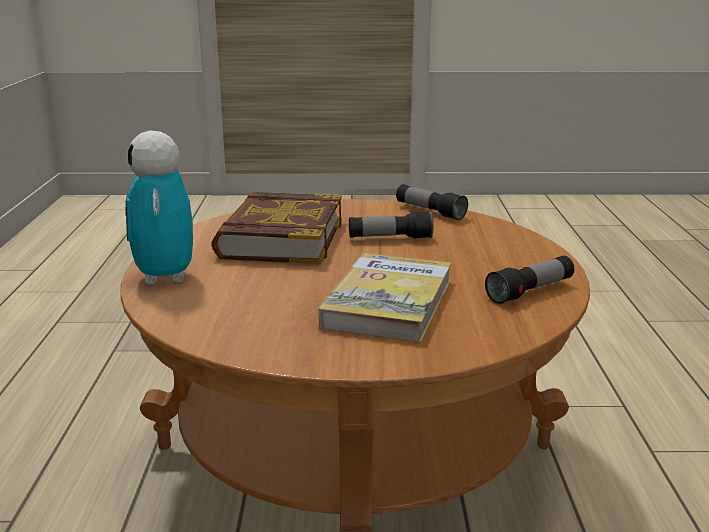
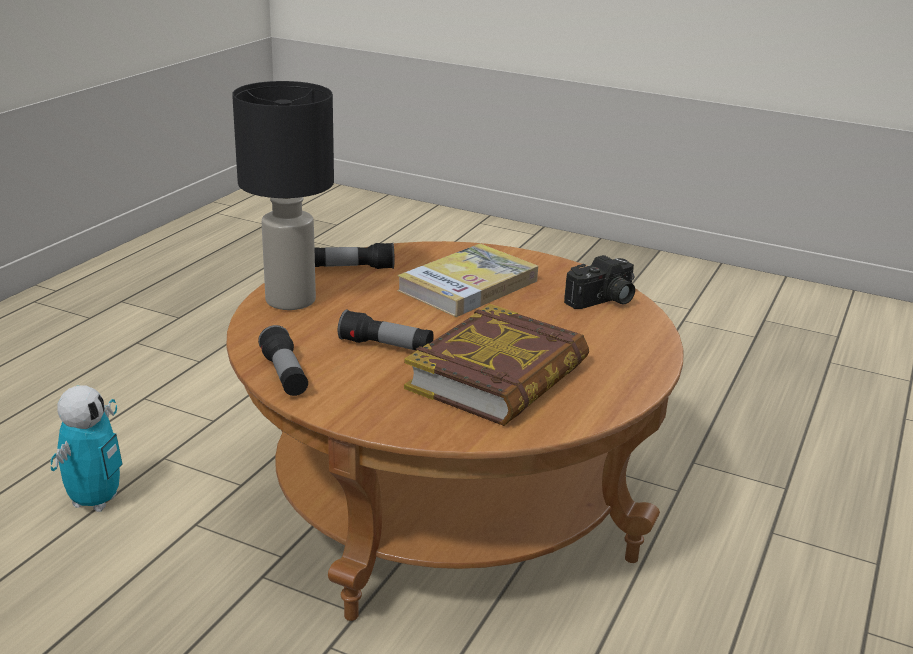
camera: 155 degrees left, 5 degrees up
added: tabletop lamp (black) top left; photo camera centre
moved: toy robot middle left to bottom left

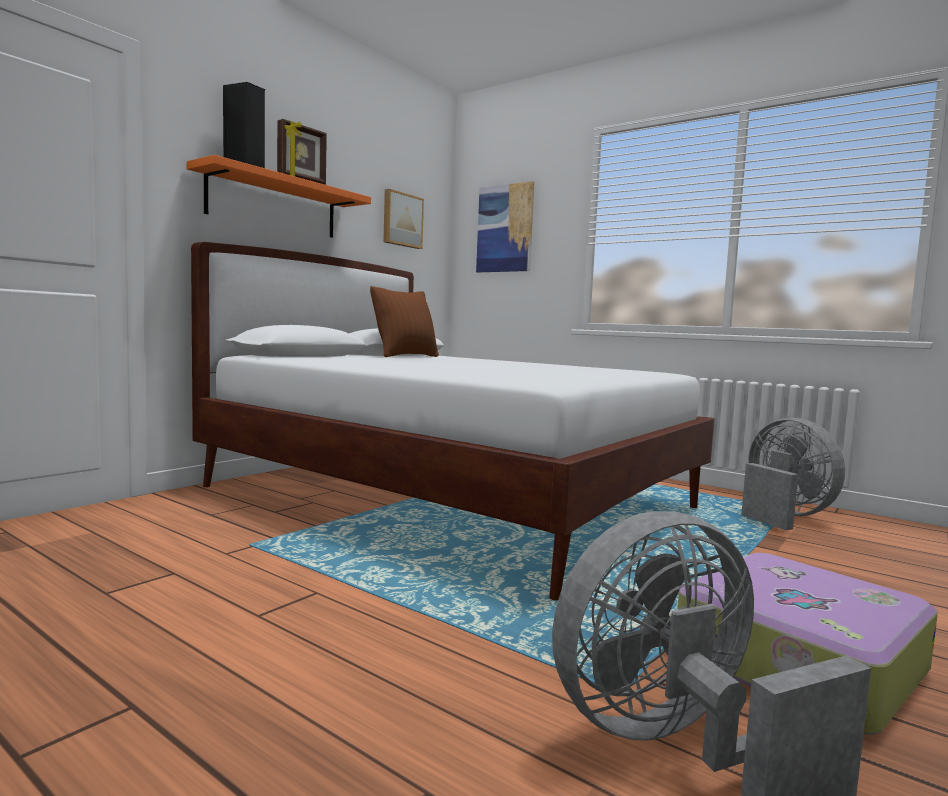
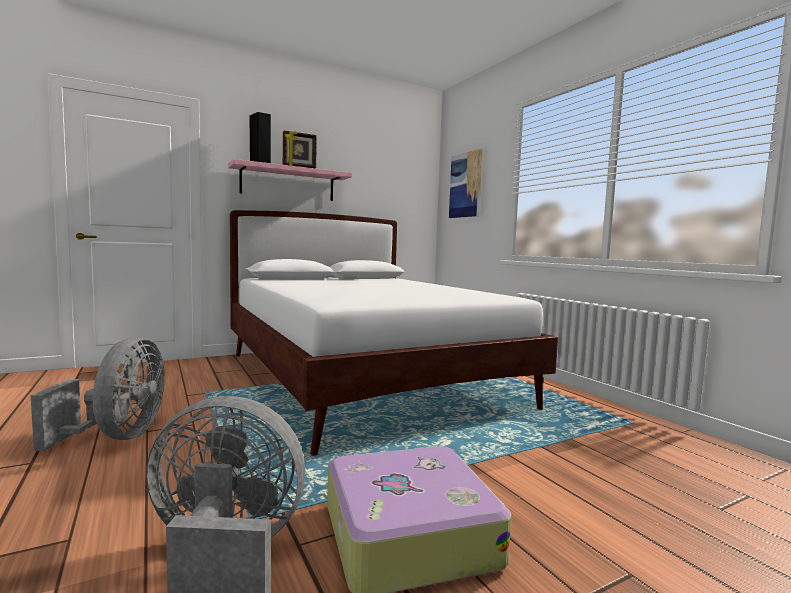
camera: 25 degrees right, 0 degrees up
removed: cushion (brownish) centre; wall art (1st from left) top centre
moved: electric fan (greyish) (2nd from left in the first image) middle right to electric fan (greyish) (1st from left) middle left
recoloured: bracket shelf (orangey) top left to bracket shelf (pink) top centre

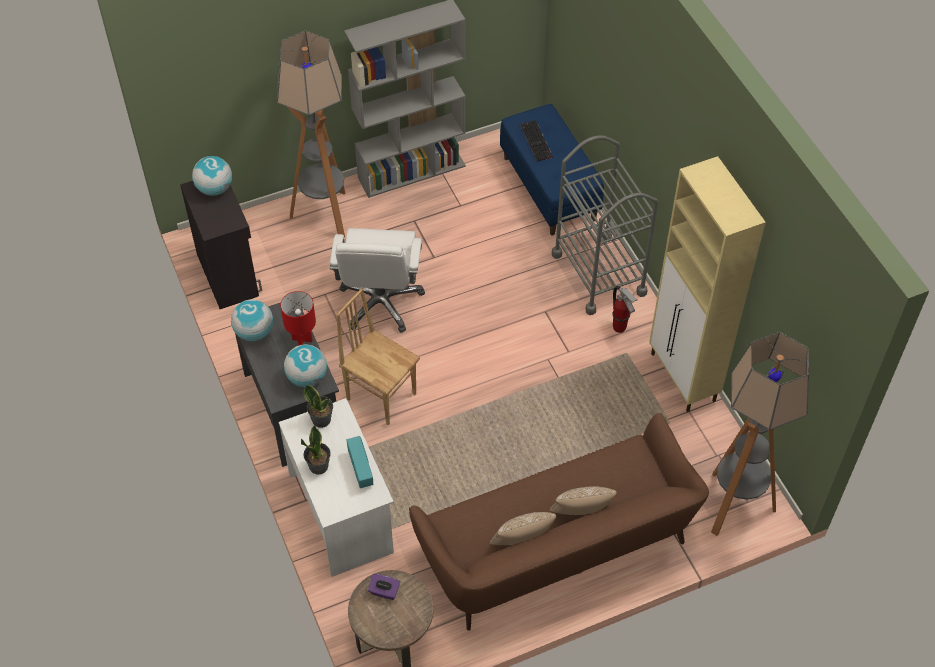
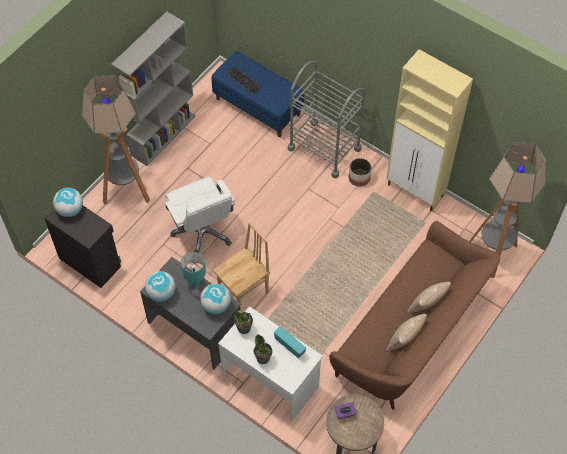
camera: 30 degrees left, 5 degrees up
replaced: fire-fighting cylinder middle right to planter centre
recoloured: tabletop lamp (red-coloured) middle left to tabletop lamp (blue-green) centre
turned: plain chair (brownish) centre = centre 135 degrees clockwise

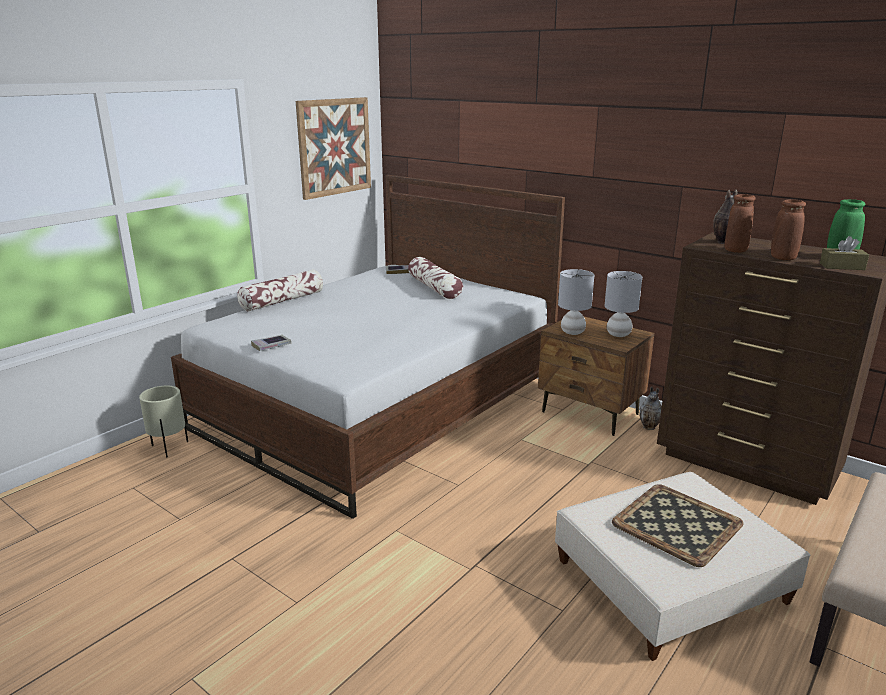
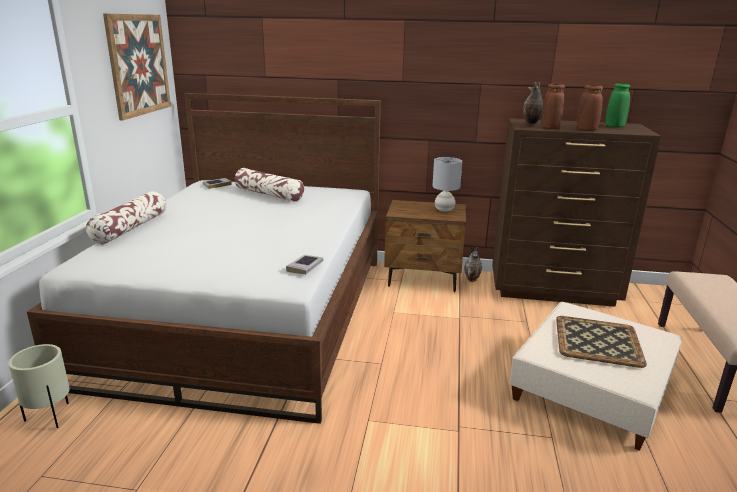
camera: 30 degrees left, 0 degrees up
removed: tabletop lamp (greyish) (1st from left) centre; tissue holder (brownish) middle right
moved: volume (1st from left in the first image) middle left to volume (2nd from left) centre

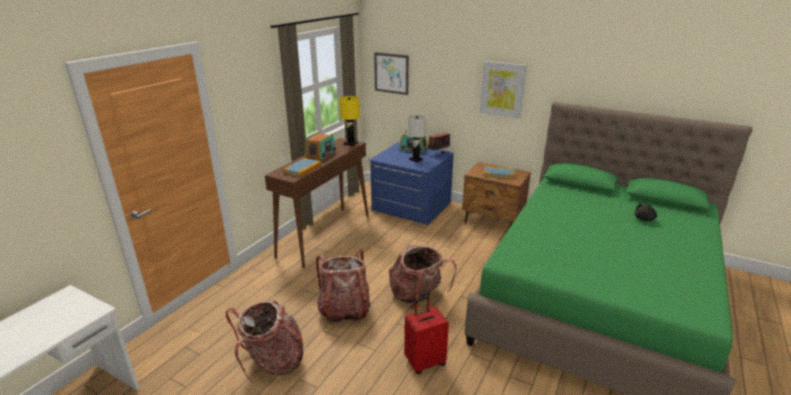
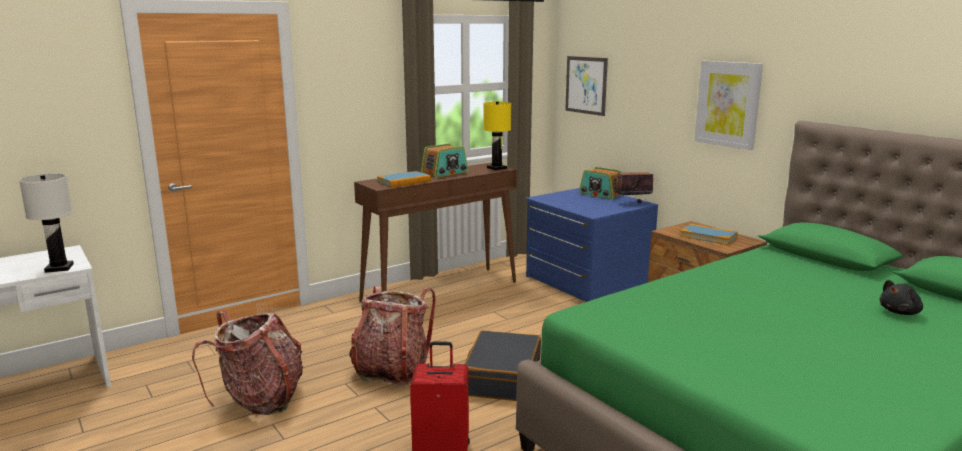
camera: 25 degrees right, 10 degrees down
moved: tabletop lamp (whitish) centre to middle left
replaced: knapsack (3rd from left) bottom centre to travel case (black) bottom centre

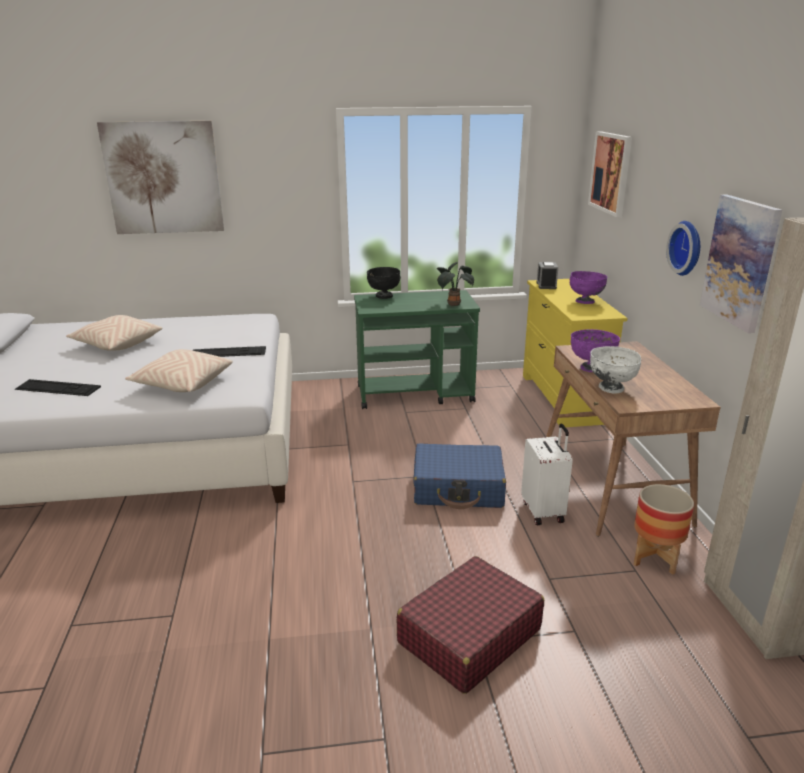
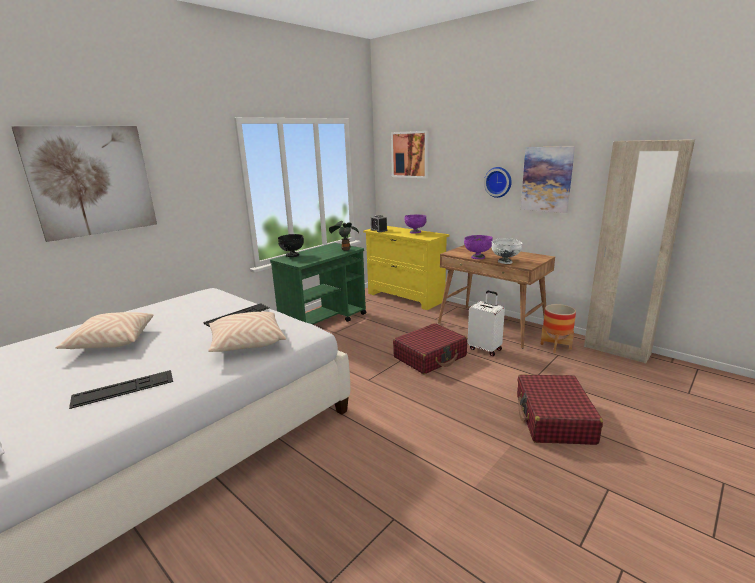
camera: 40 degrees left, 5 degrees down
recoloured: travel case (blue-coloured) centre to travel case (red-coloured) (1st from left) centre

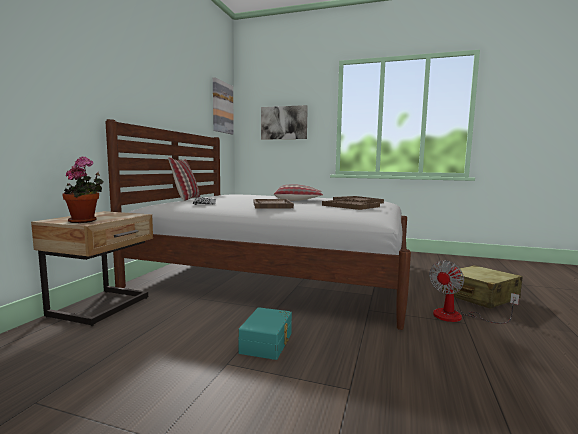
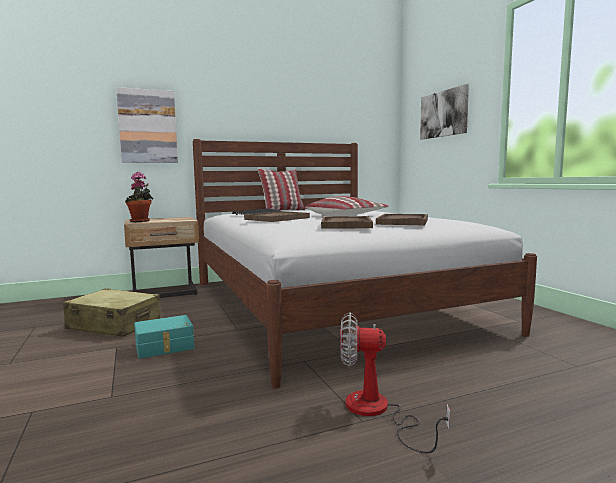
camera: 50 degrees right, 0 degrees up
moved: wall art (1st from left) top centre to top left; travel case (sand-coloured) middle right to middle left

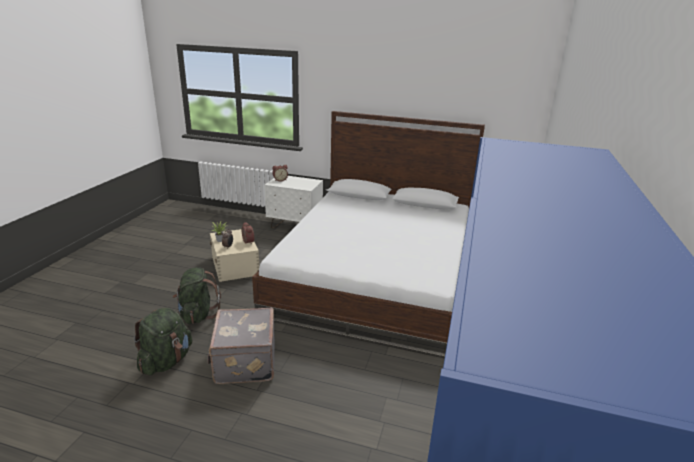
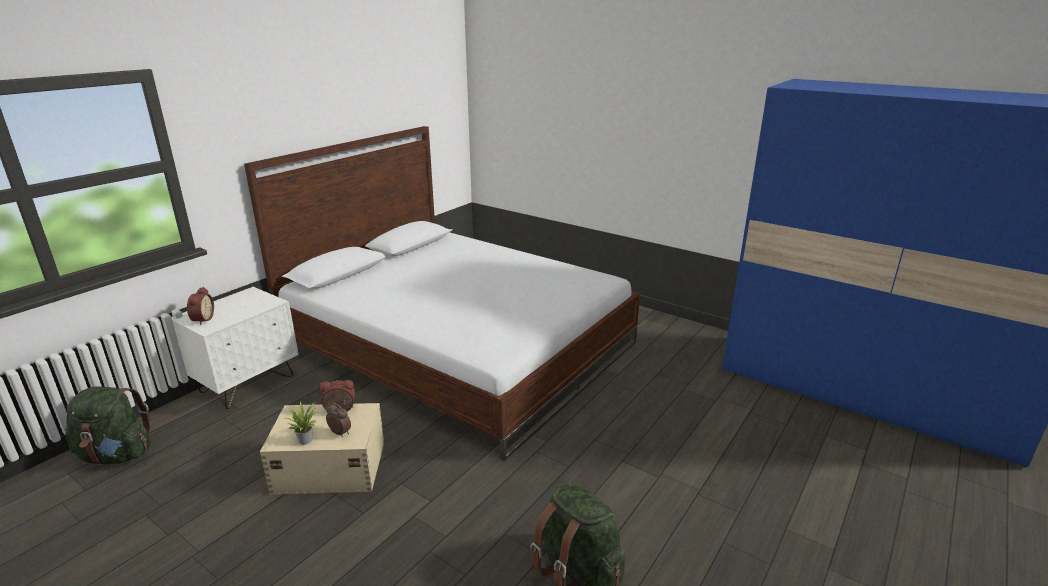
camera: 70 degrees left, 0 degrees up
removed: travel case (greyish) bottom centre
moved: knapsack (green-coloured) (2nd from left in the first image) middle left to knapsack (green-coloured) (1st from left) bottom left

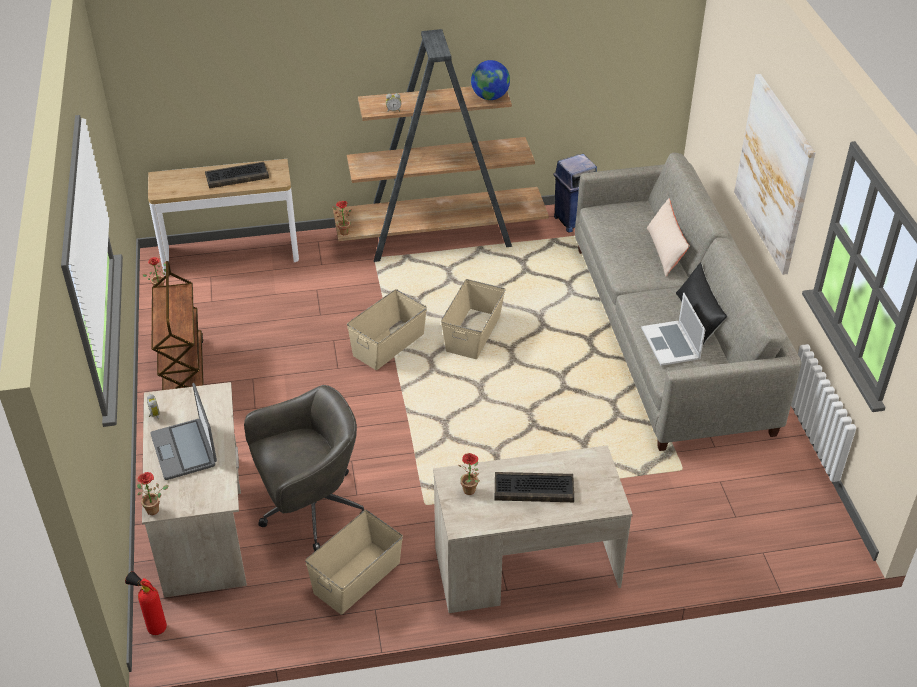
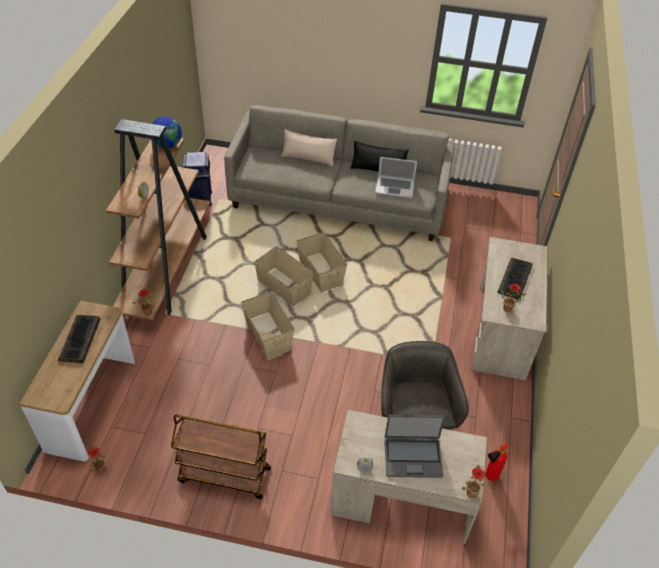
camera: 70 degrees left, 5 degrees up
removed: wall art top right
moved: fire-fighting cylinder bottom left to bottom right; storage bin (sand-coloured) (1st from left in the first image) bottom centre to storage bin (sand-coloured) (3rd from left) centre

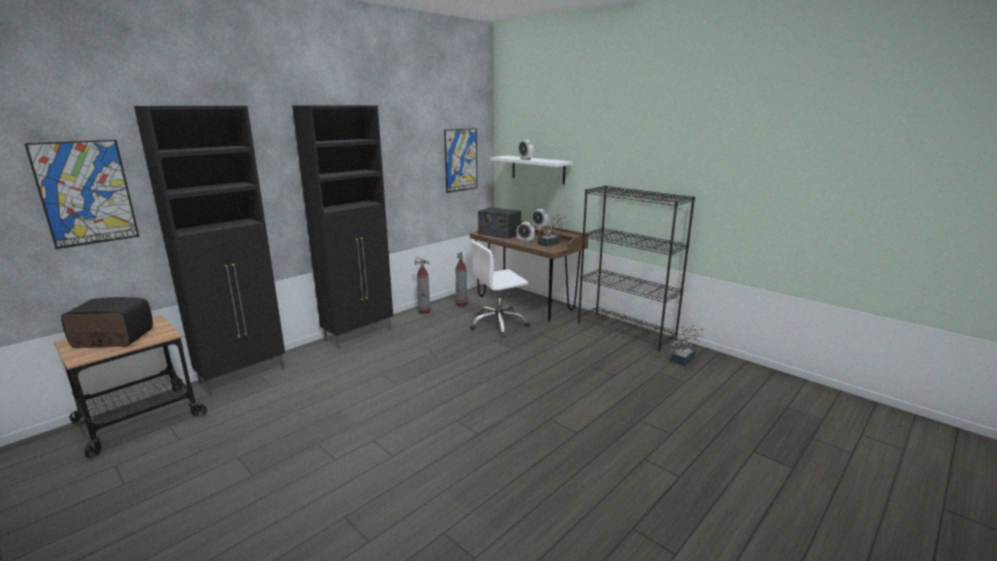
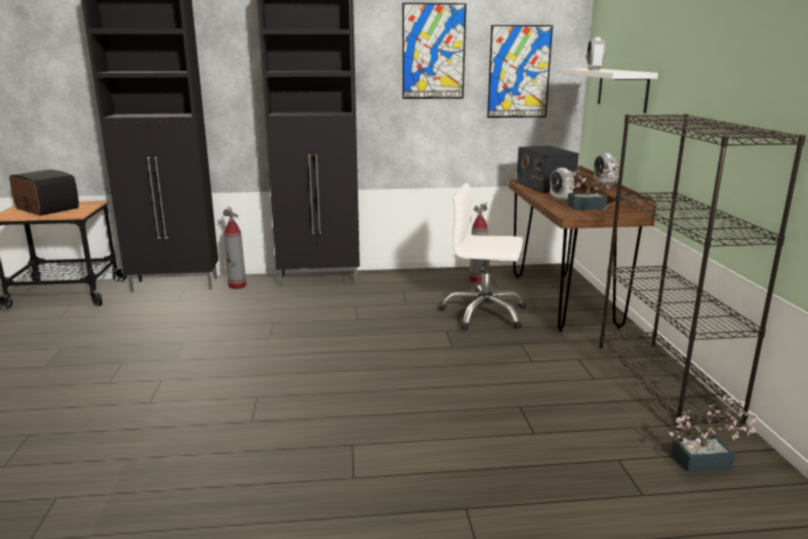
camera: 40 degrees right, 0 degrees up
moved: wall art (1st from left) middle left to top centre; fire-fighting cylinder (1st from left) centre to middle left

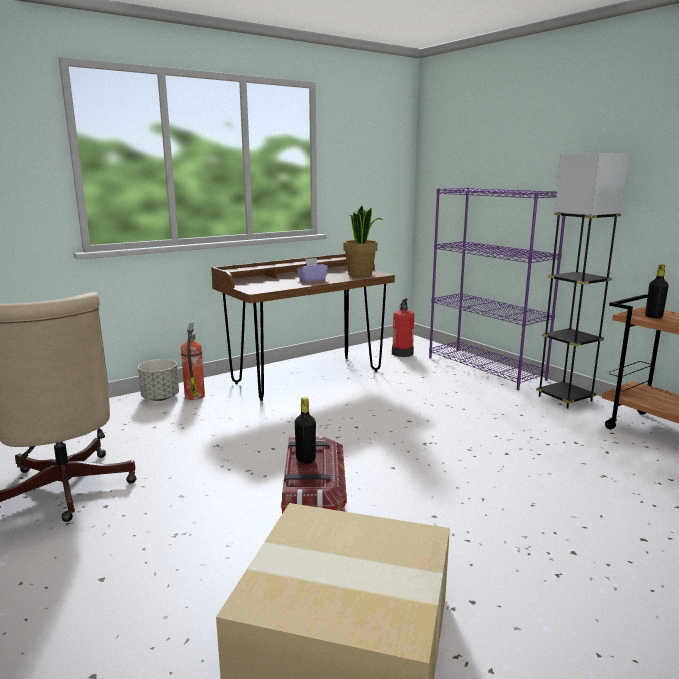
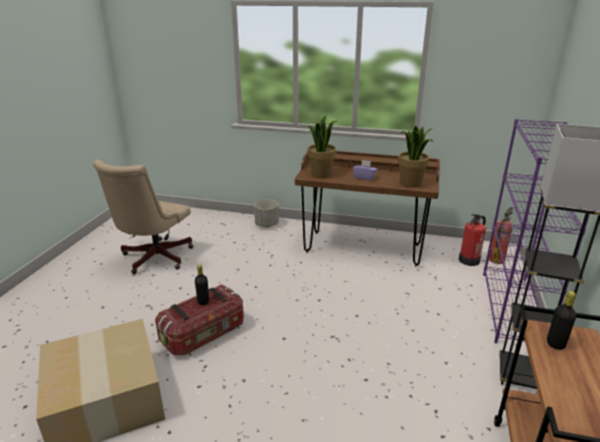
camera: 50 degrees right, 10 degrees up
added: potted plant (1st from left) top centre
moved: fire-fighting cylinder (1st from left in the first image) middle left to fire-fighting cylinder (2nd from left) middle right

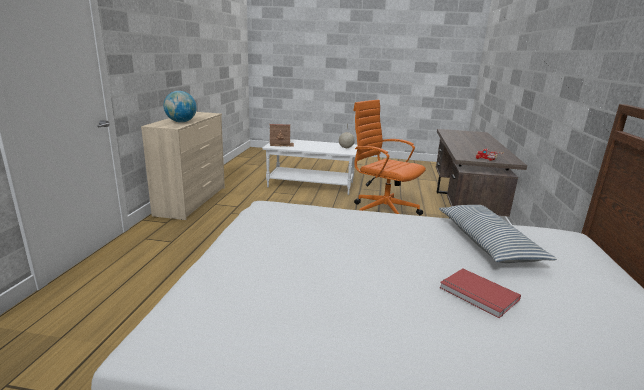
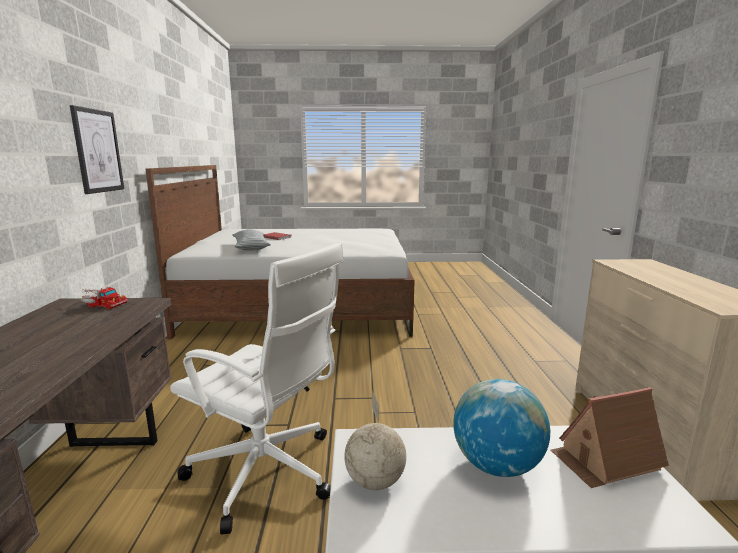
camera: 170 degrees right, 5 degrees down
added: wall art top left
moved: globe (1st from left in the first image) top left to globe (2nd from left) bottom right
recoloured: desk chair (orangey) centre to desk chair (whitish) bottom centre

